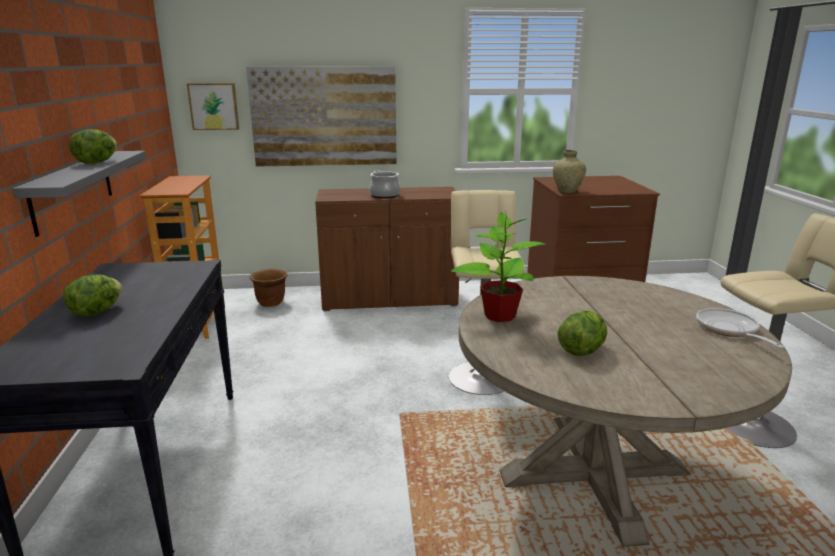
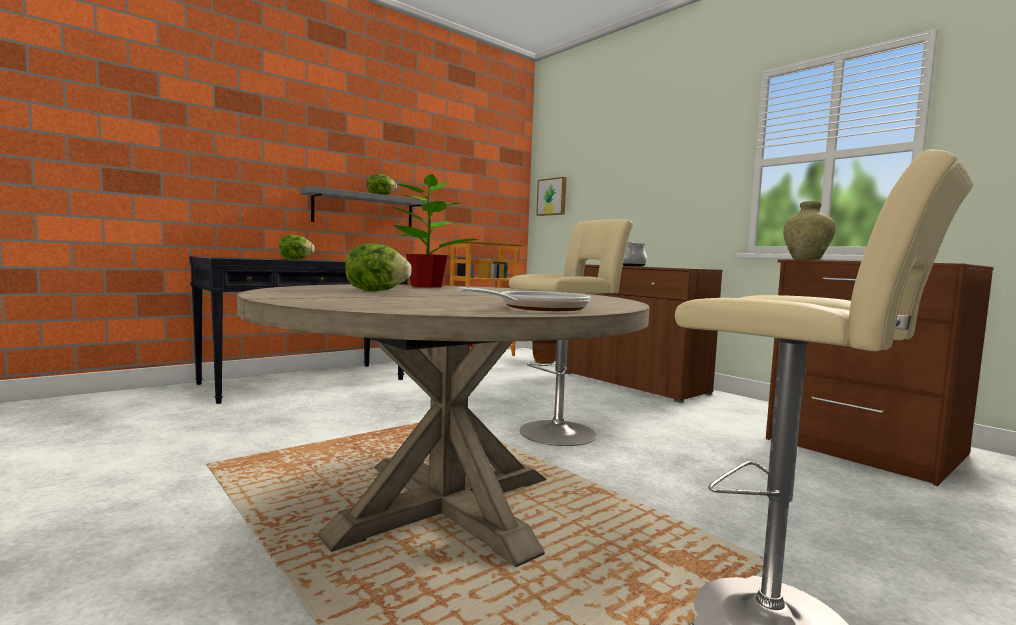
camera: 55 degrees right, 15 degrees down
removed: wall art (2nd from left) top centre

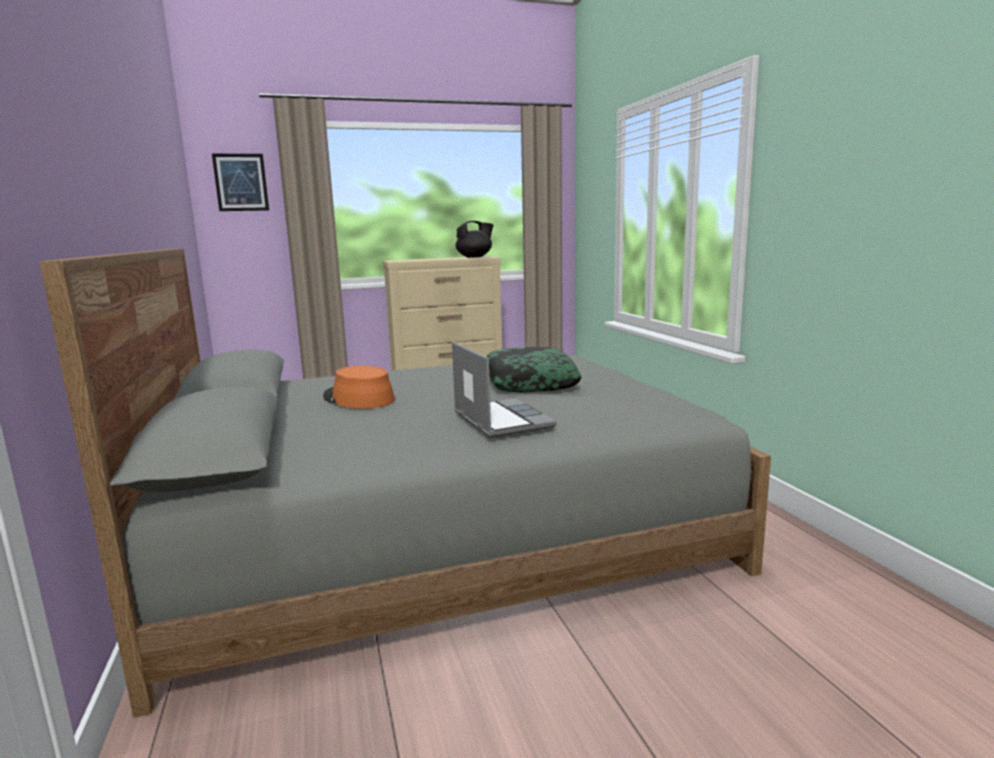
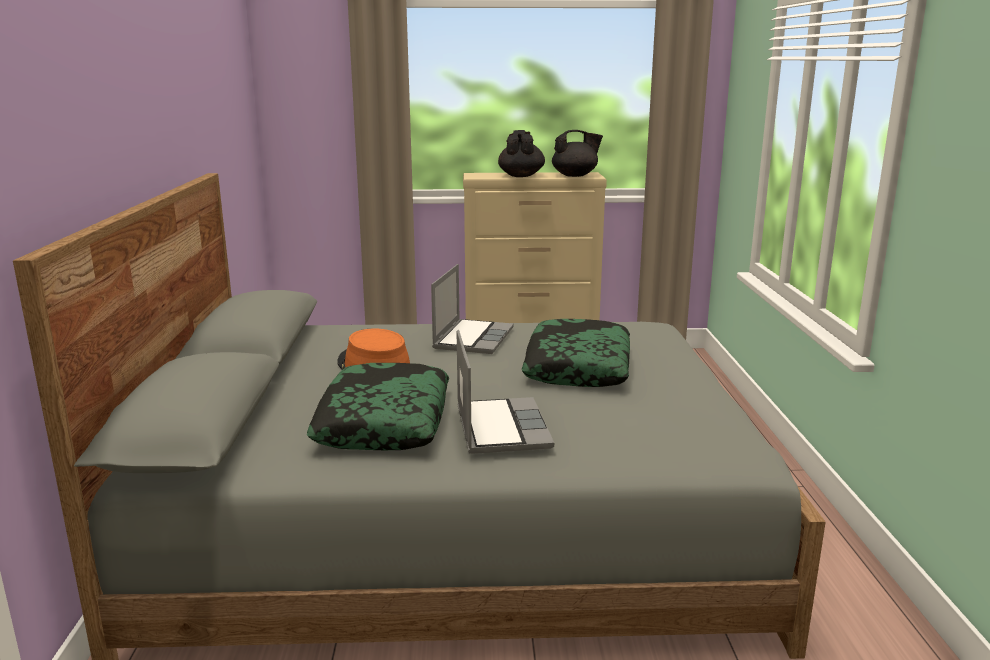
camera: 15 degrees right, 5 degrees up
removed: wall art top left
added: cushion (1st from left) centre; portable computer (1st from left) centre; tea pot (black) (1st from left) top centre

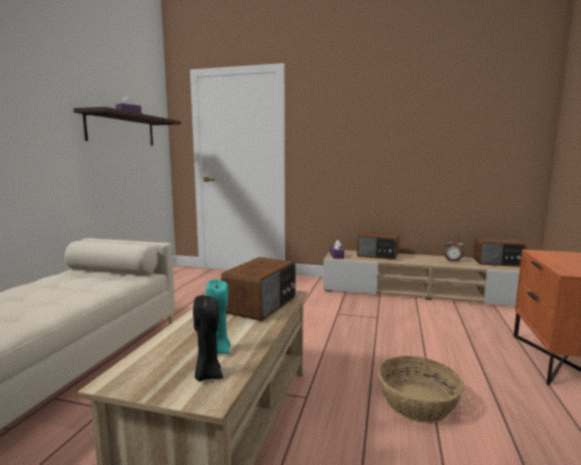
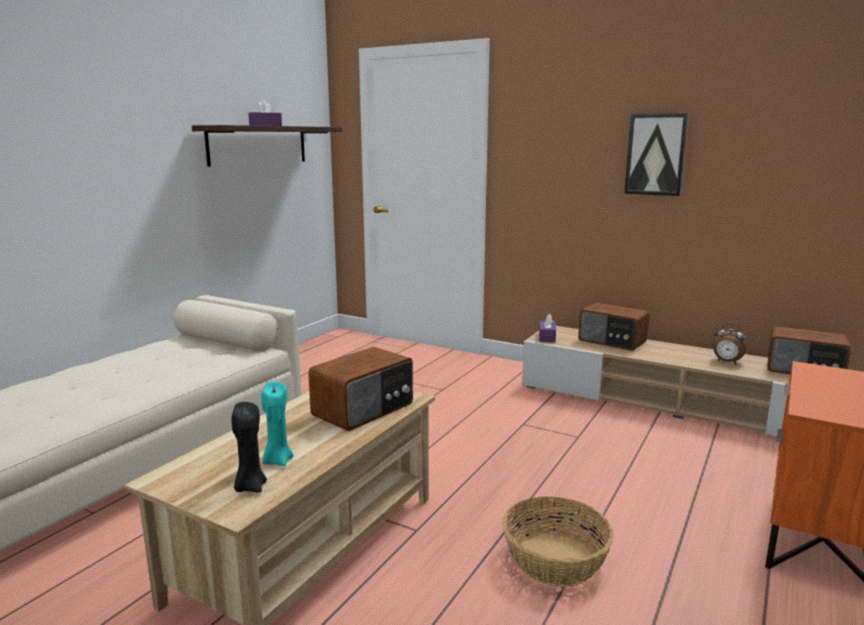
camera: 15 degrees right, 5 degrees up
added: wall art top right

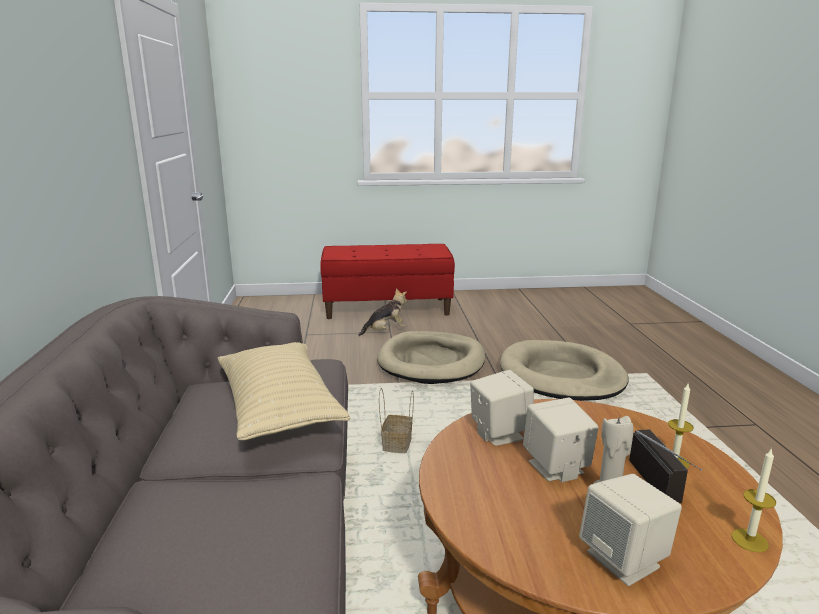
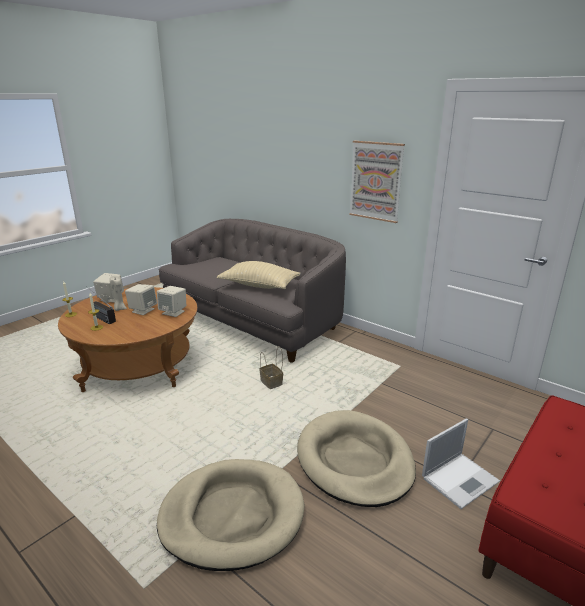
camera: 135 degrees right, 5 degrees up
added: wall art top centre
replaced: soft toy centre to portable computer bottom right

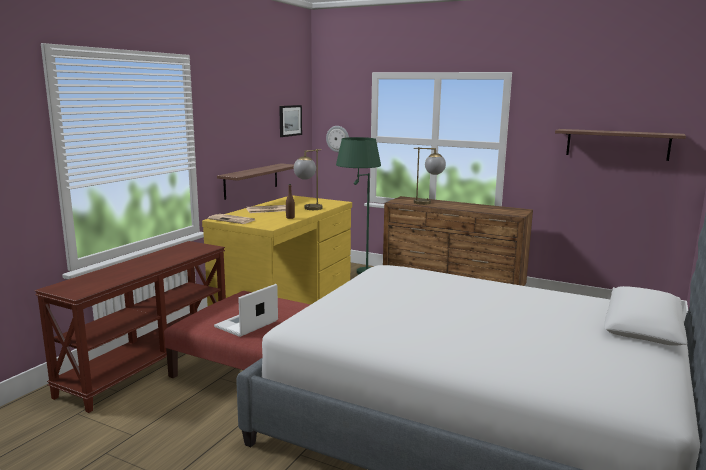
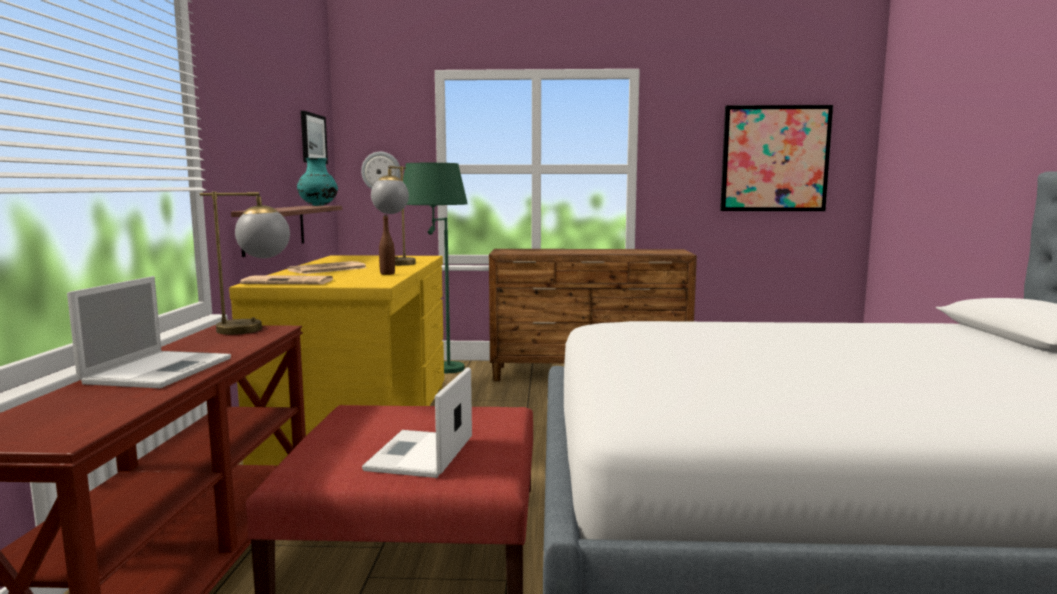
camera: 25 degrees left, 5 degrees down
added: portable computer (1st from left) middle left; vase (blue-green) top left
moved: tabletop lamp (2nd from left in the first image) centre to tabletop lamp (1st from left) middle left
replaced: bracket shelf (2nd from left) top right to wall art (2nd from left) top right

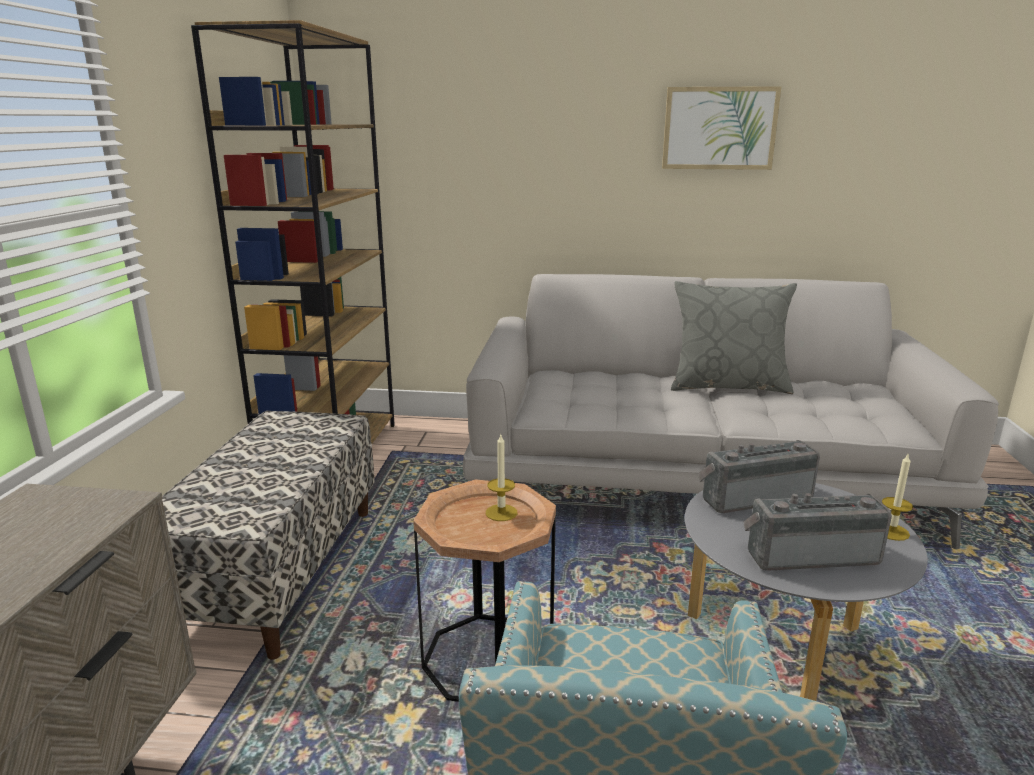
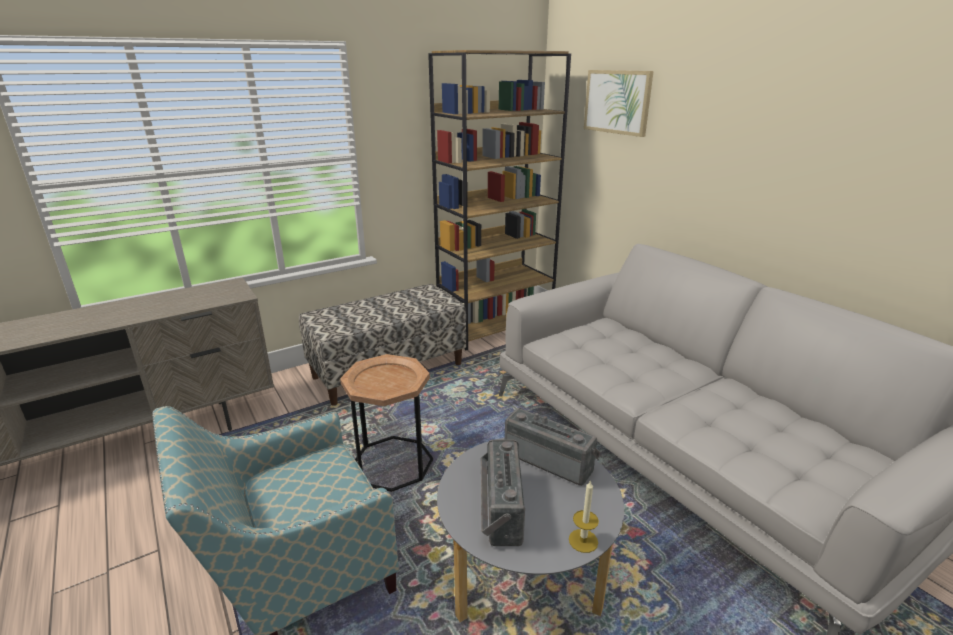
camera: 50 degrees right, 5 degrees up
removed: wax light (1st from left) centre; cushion (greyish) middle right
moved: wall art top right to top centre
turned: radio (2nd from left in the first image) bottom right = bottom centre 135 degrees counterclockwise

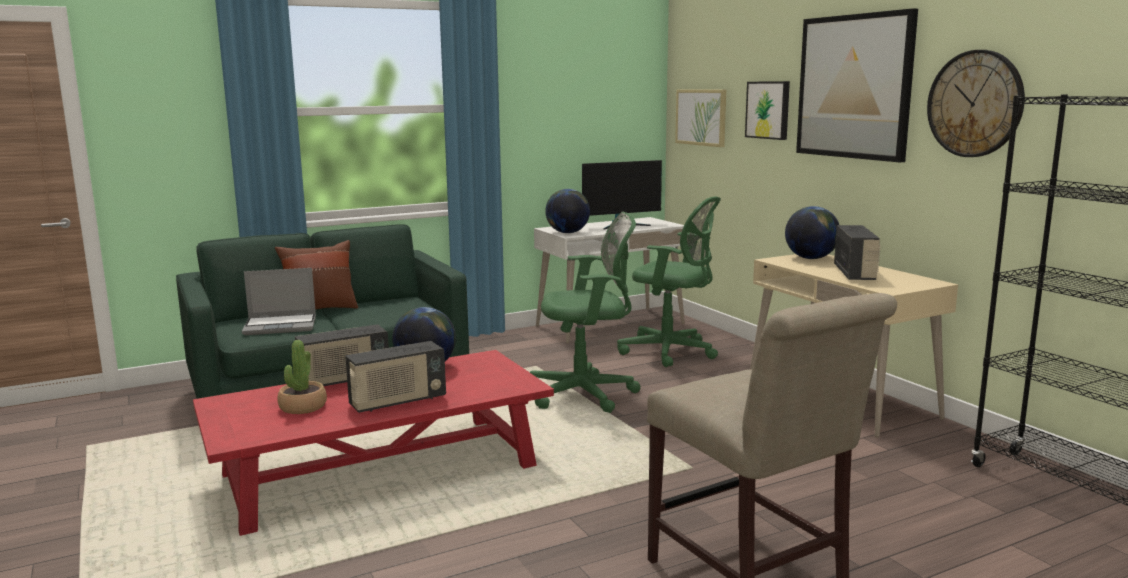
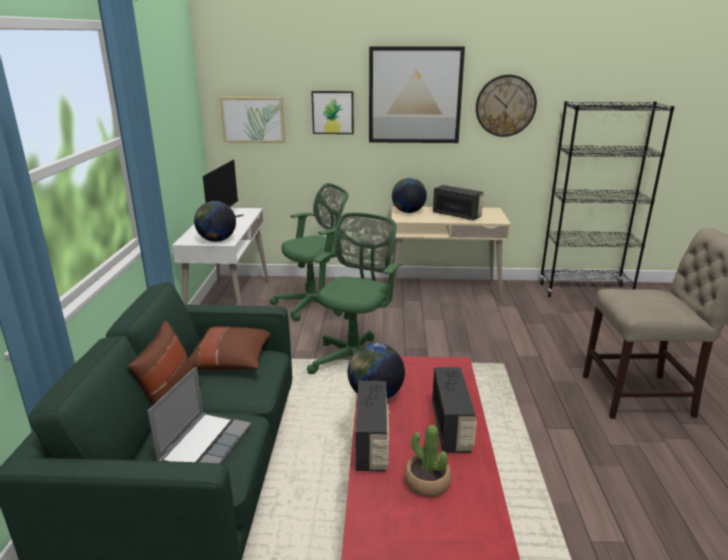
camera: 60 degrees left, 10 degrees up
added: cushion (brownish) (2nd from left) middle left

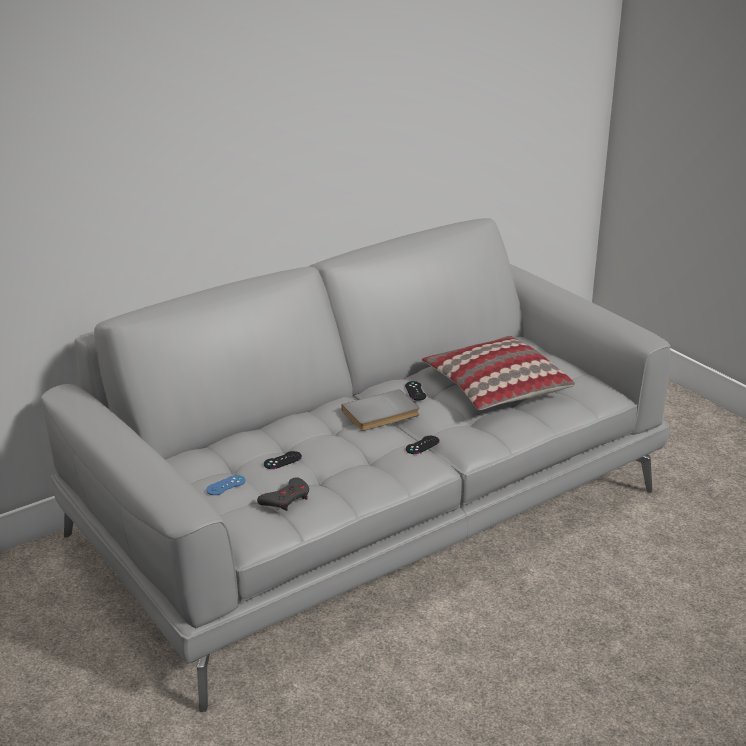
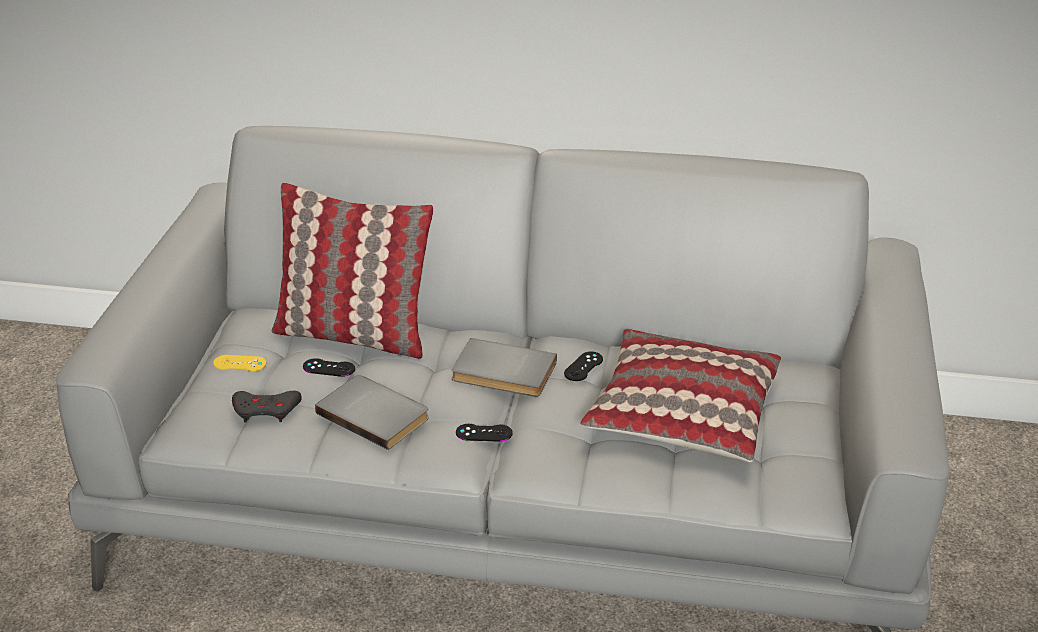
camera: 45 degrees right, 5 degrees up
added: cushion (1st from left) centre; volume (greyish) (1st from left) centre
recoloured: gamepad (blue-coloured) middle left to gamepad (yellow-coloured) middle left

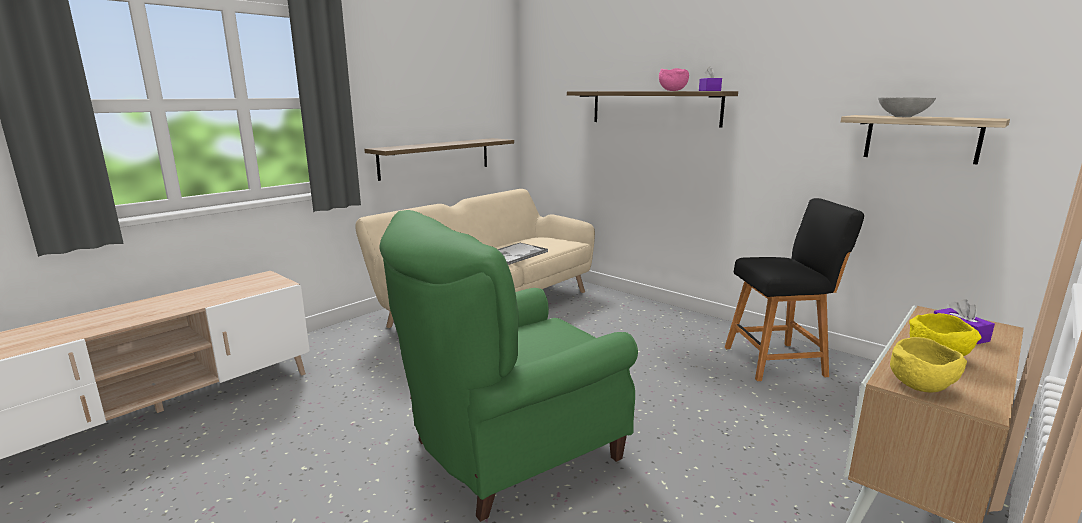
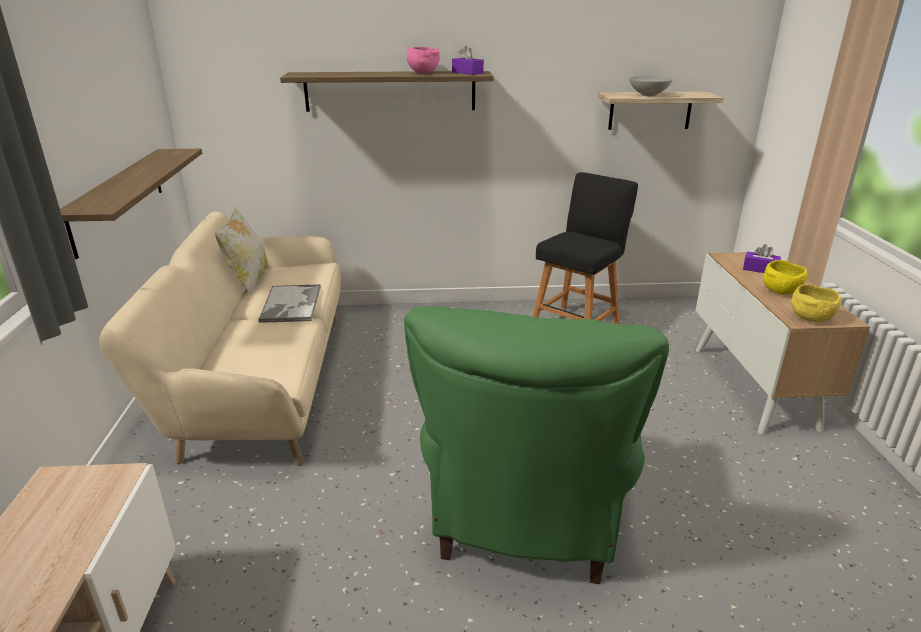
camera: 45 degrees left, 10 degrees up
added: cushion middle left

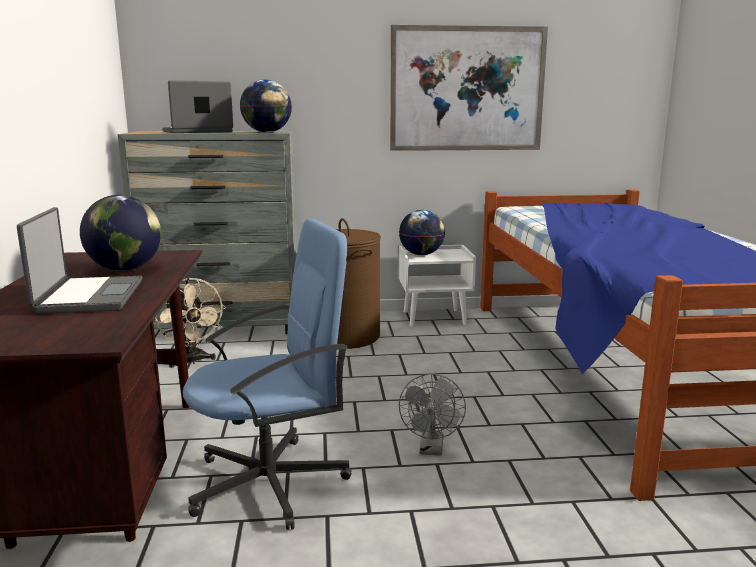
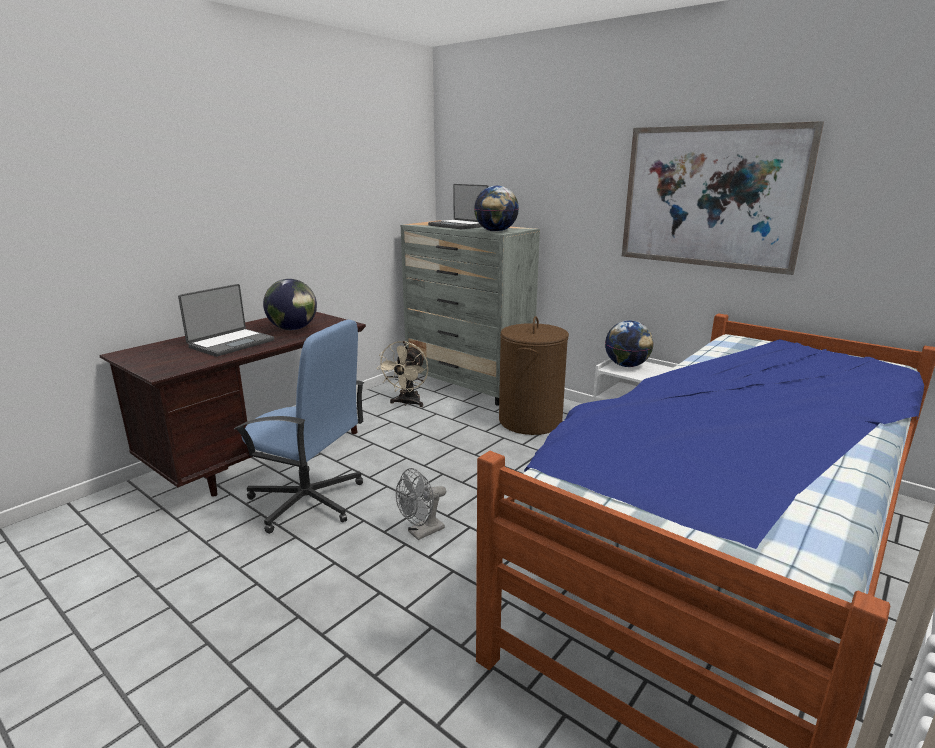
camera: 45 degrees right, 5 degrees up
turned: portable computer (2nd from left) top left = top centre 150 degrees counterclockwise

